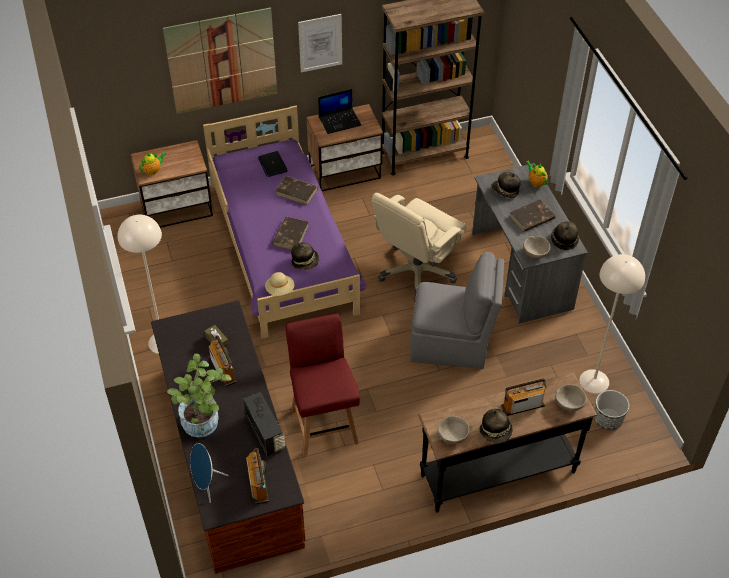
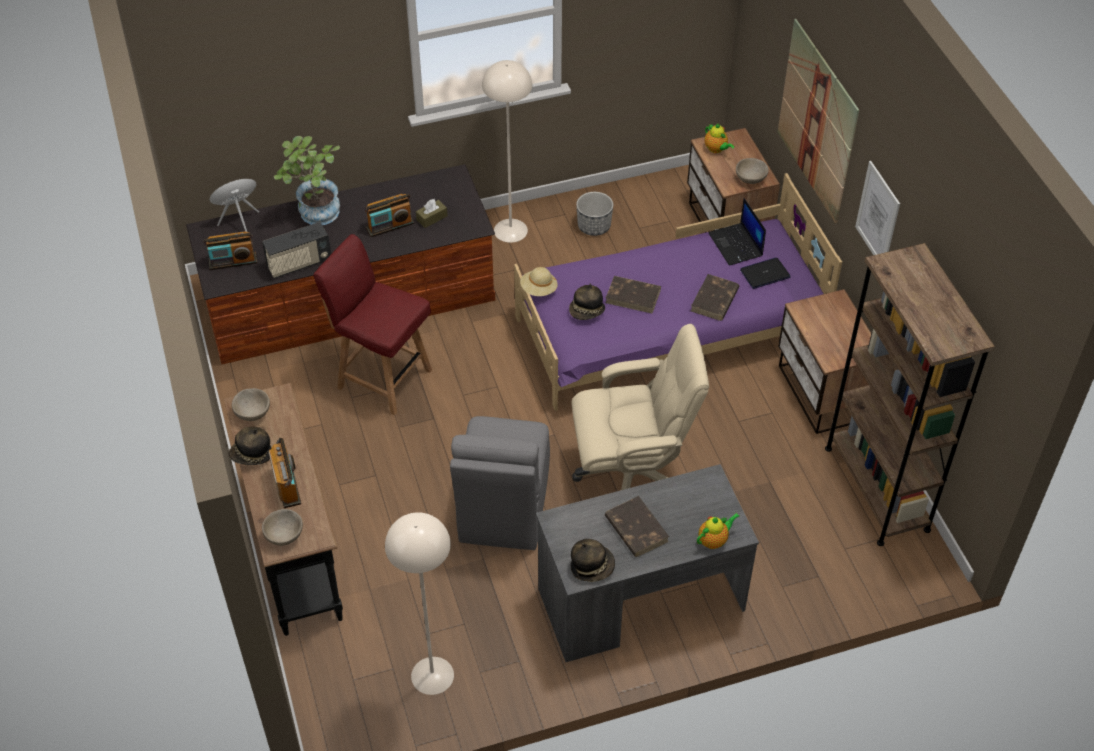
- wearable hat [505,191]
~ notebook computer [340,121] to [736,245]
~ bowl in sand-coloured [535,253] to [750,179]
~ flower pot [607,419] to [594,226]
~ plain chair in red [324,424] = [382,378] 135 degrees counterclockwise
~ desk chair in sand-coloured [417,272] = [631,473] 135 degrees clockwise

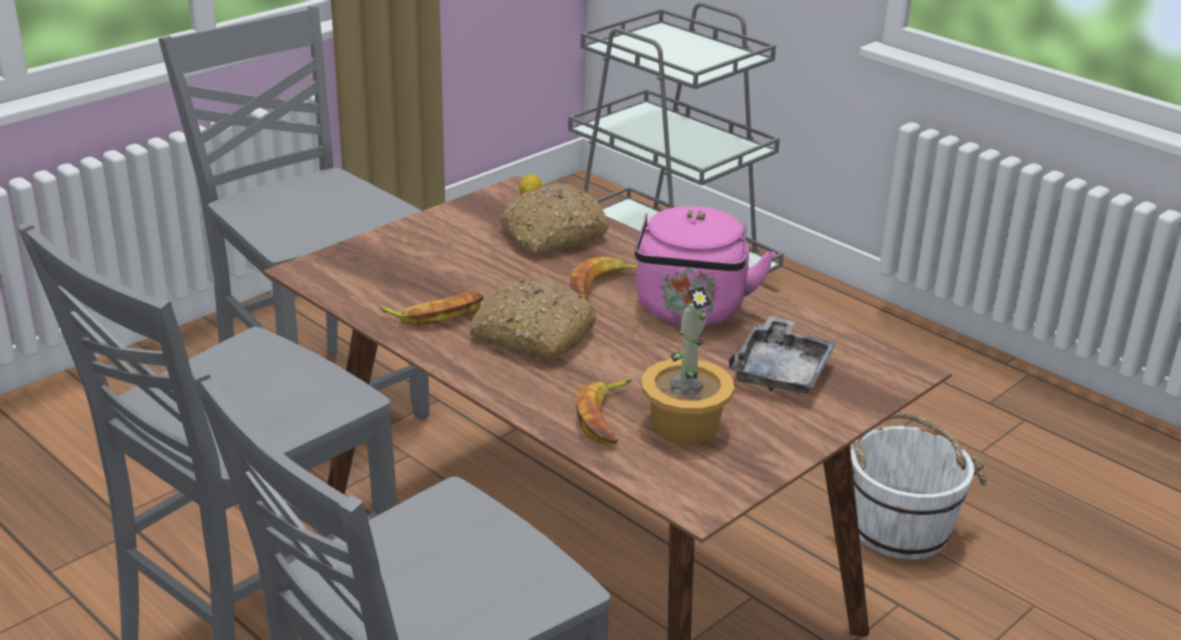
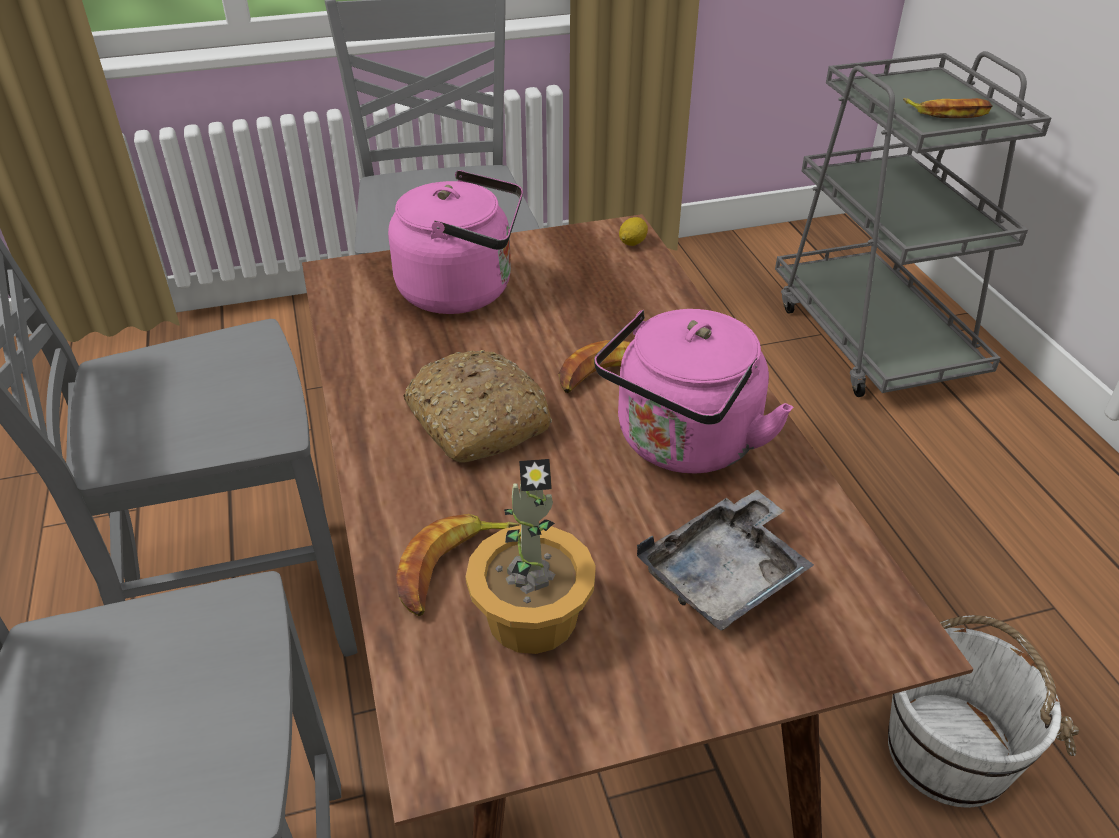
- bakery bread [553,235]
+ tea kettle in pinkish [463,291]
~ banana fruit [436,314] to [948,113]

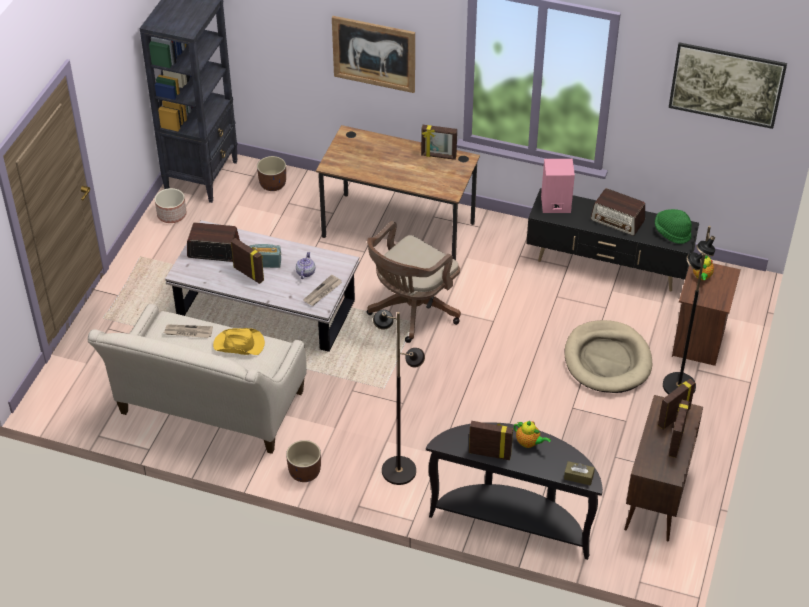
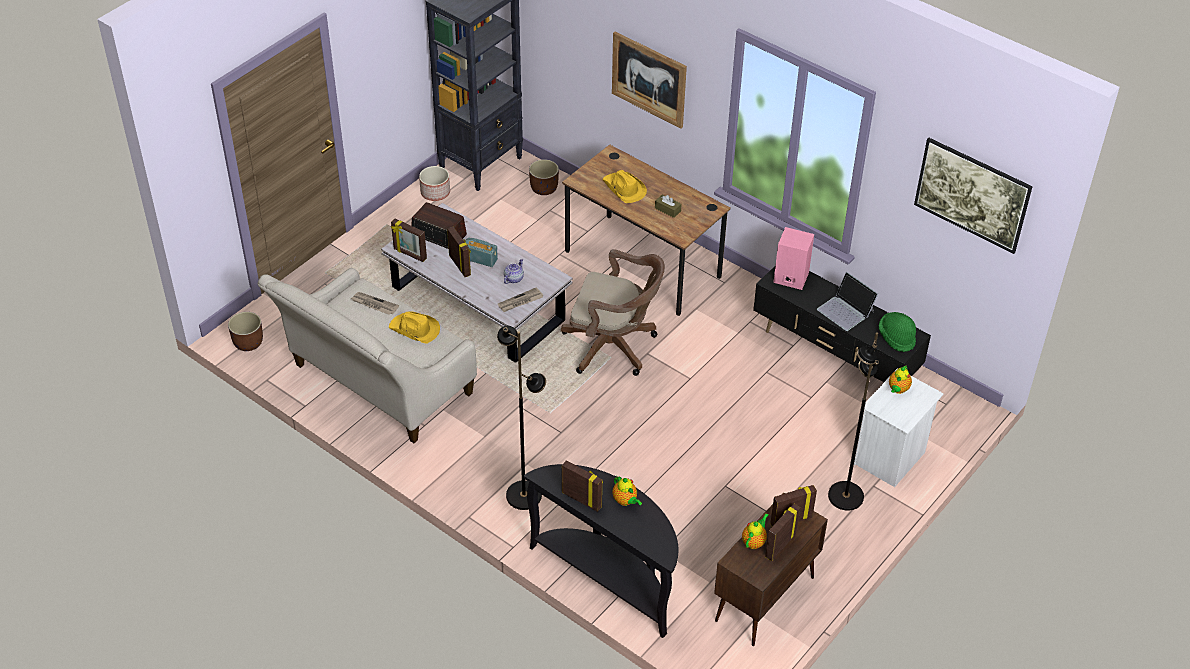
- pet bed in sand-coloured [607,360]
+ wearable hat in yellowish [624,189]
+ pot for tea [754,541]
~ flower pot in brown-coloured [304,472] to [248,342]
~ standing frame [438,156] to [409,254]
~ box of tissues in brown-coloured [578,477] to [667,210]
~ radio [617,220] to notebook computer [846,310]
~ bedside table in brown-coloured [700,342] to bedside table in whitish [891,459]
~ desk chair in brown-coloured [411,311] = [614,346] 135 degrees counterclockwise

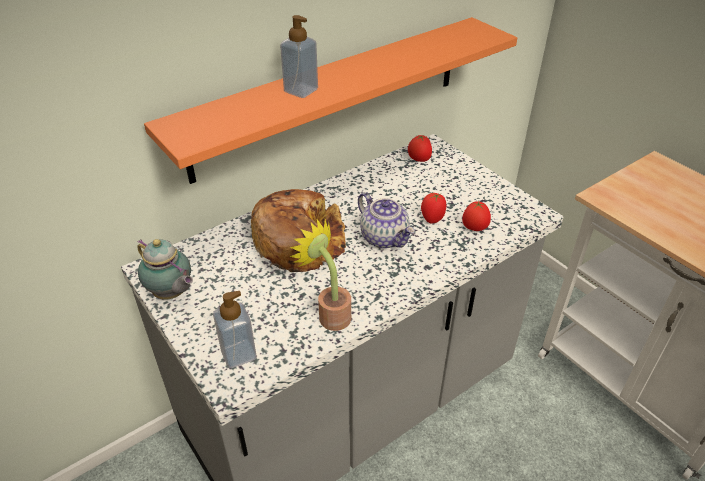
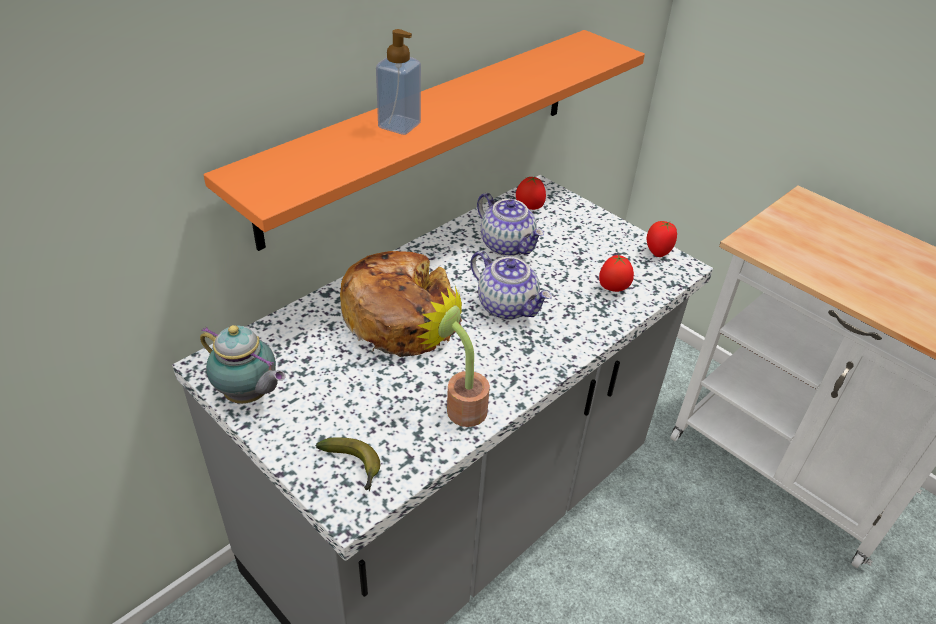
+ pot for tea [508,245]
~ whole tomato [432,219] to [657,252]
~ soap bottle [238,354] to banana fruit [354,467]

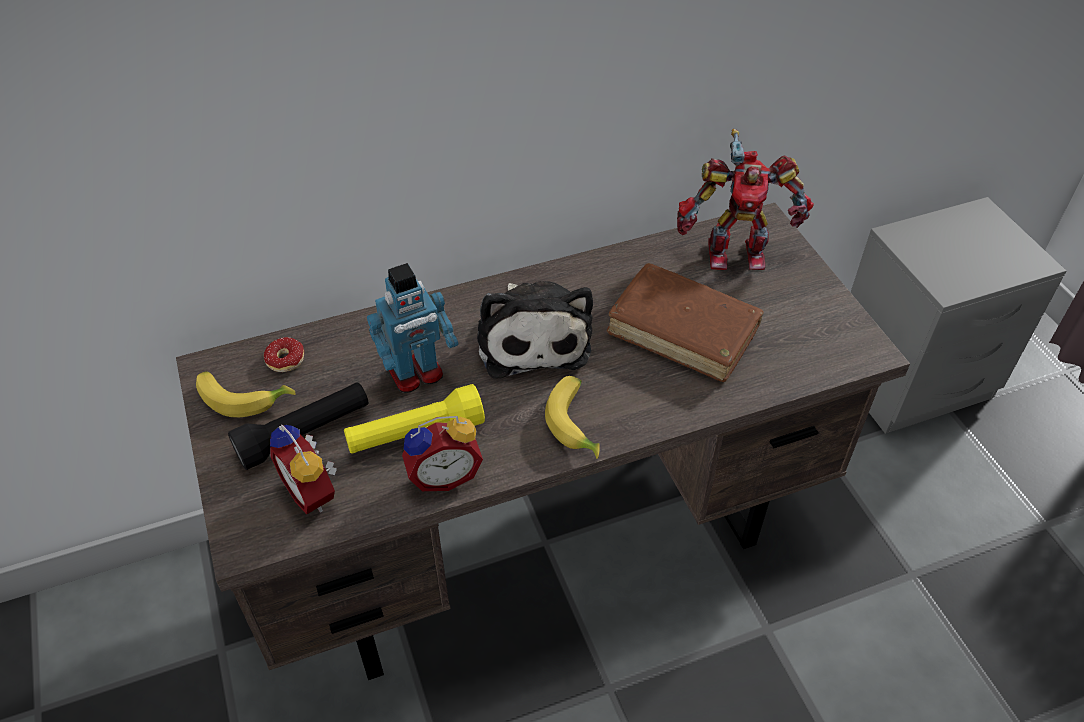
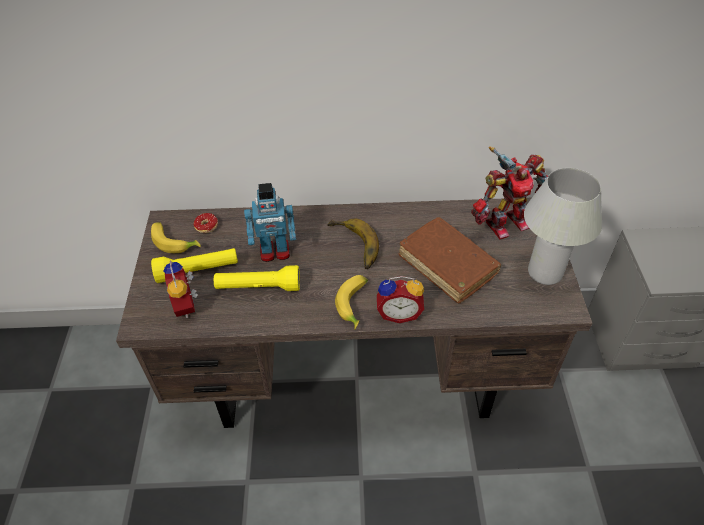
+ table lamp in whitish [544,273]
~ table clock [443,474] to [399,313]
~ soft toy [532,337] to banana fruit [352,247]
~ flashlight in black [305,434] to flashlight in yellowish [198,271]
~ toy robot [734,252] = [504,223] 45 degrees counterclockwise

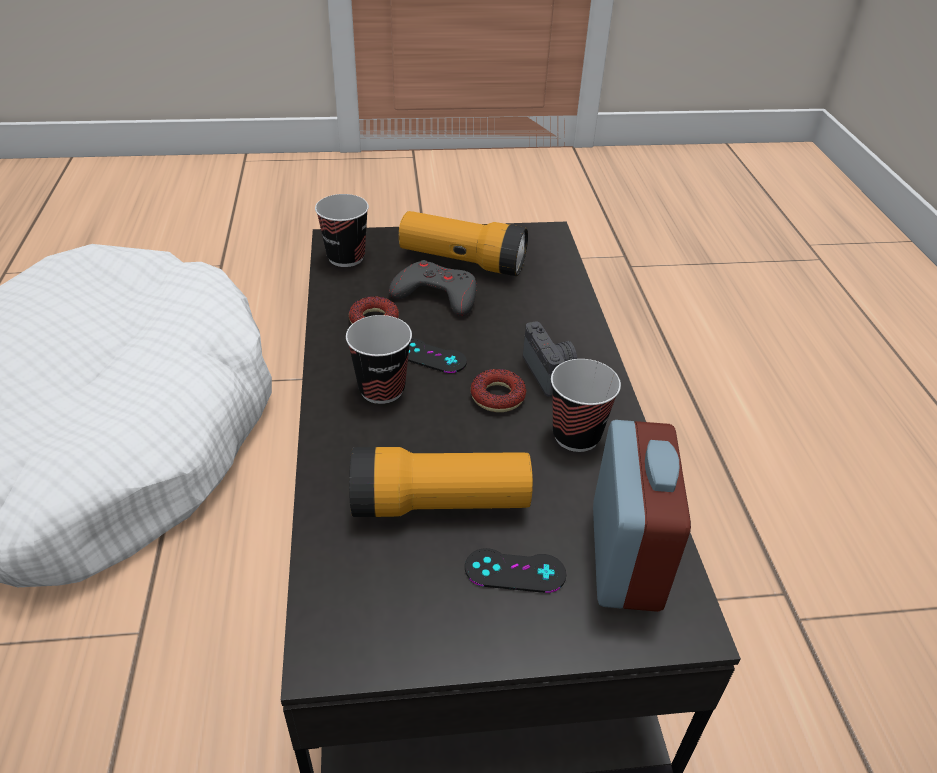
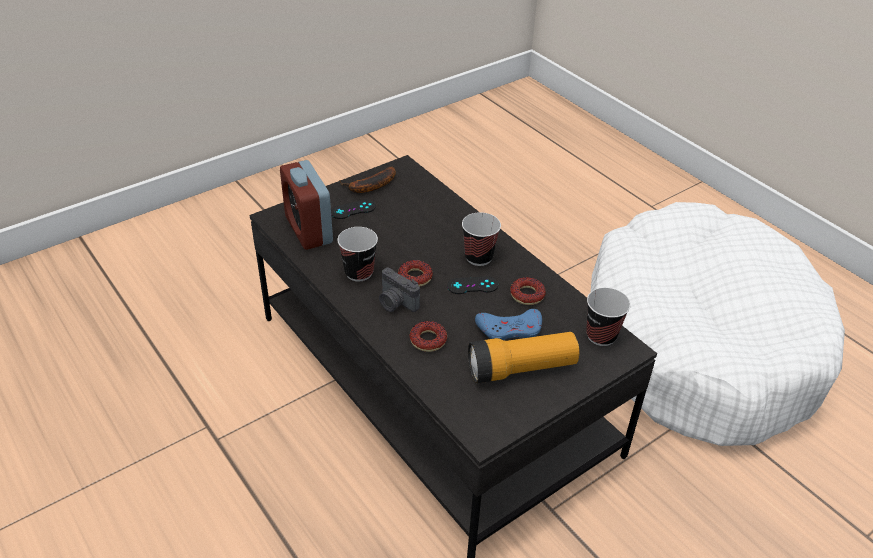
- flashlight [440,503]
+ banana fruit [370,186]
+ doughnut [428,340]
~ joypad in grey [436,295] to joypad in blue-coloured [510,330]

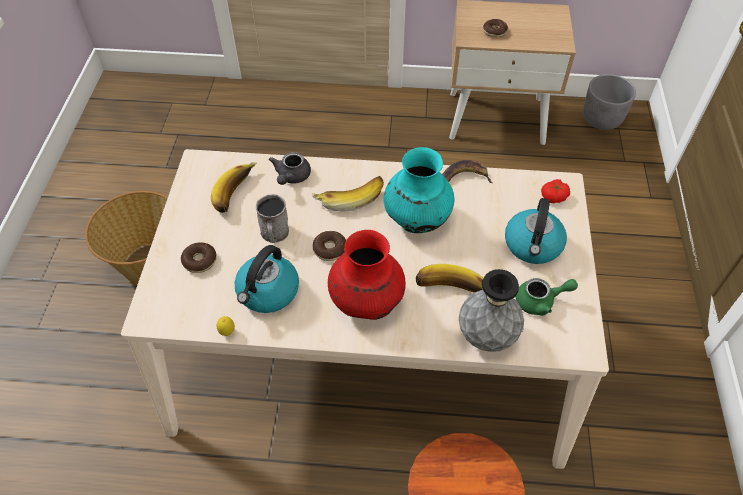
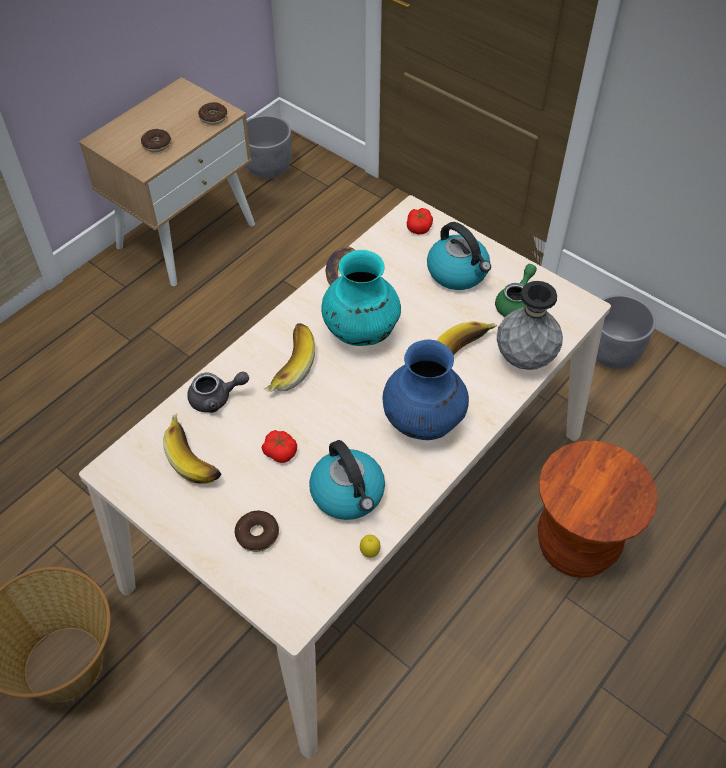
+ flower pot in grey [613,352]
~ doughnut [330,249] to [213,117]
~ mug in grey [274,234] to whole tomato [280,451]
~ decorative vase in red [366,302] to decorative vase in blue-coloured [423,422]
~ pot for tea in grey [291,177] = [216,398] 60 degrees counterclockwise

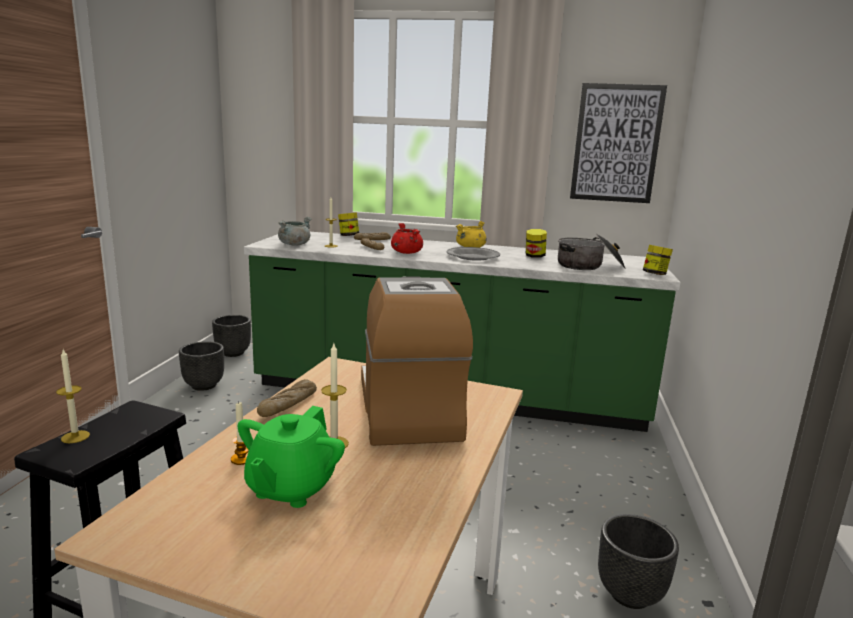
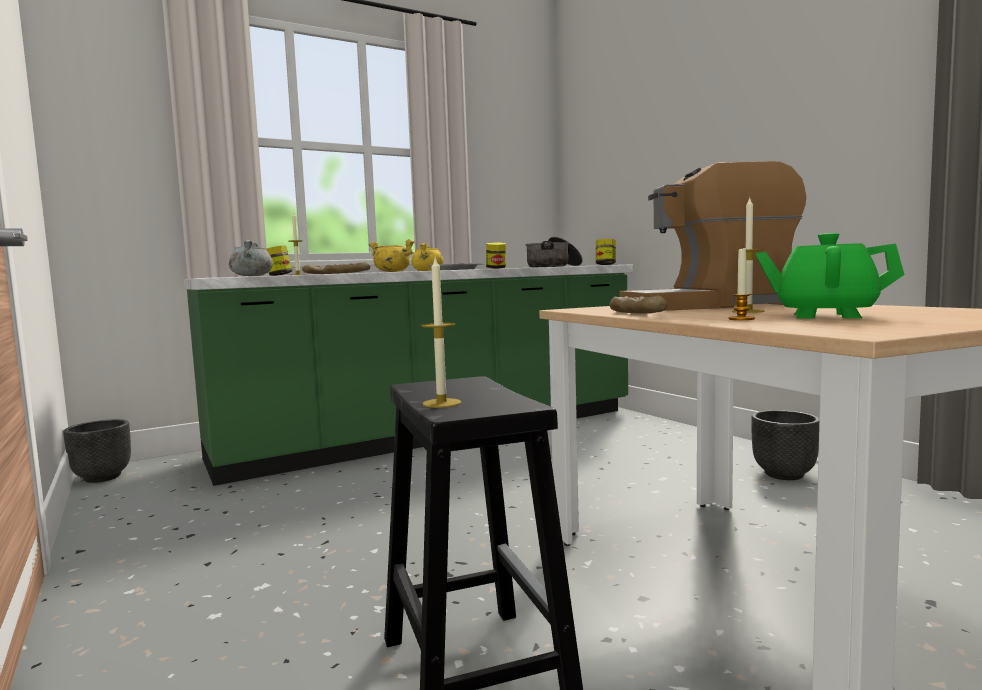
- flower pot in black [204,385]
- picture [616,144]
~ stockpot in red [406,252] to stockpot in yellowish [391,271]
~ pot for tea in green [290,488] = [825,316] 135 degrees clockwise
~ coffee machine [408,409] = [708,305] 45 degrees counterclockwise

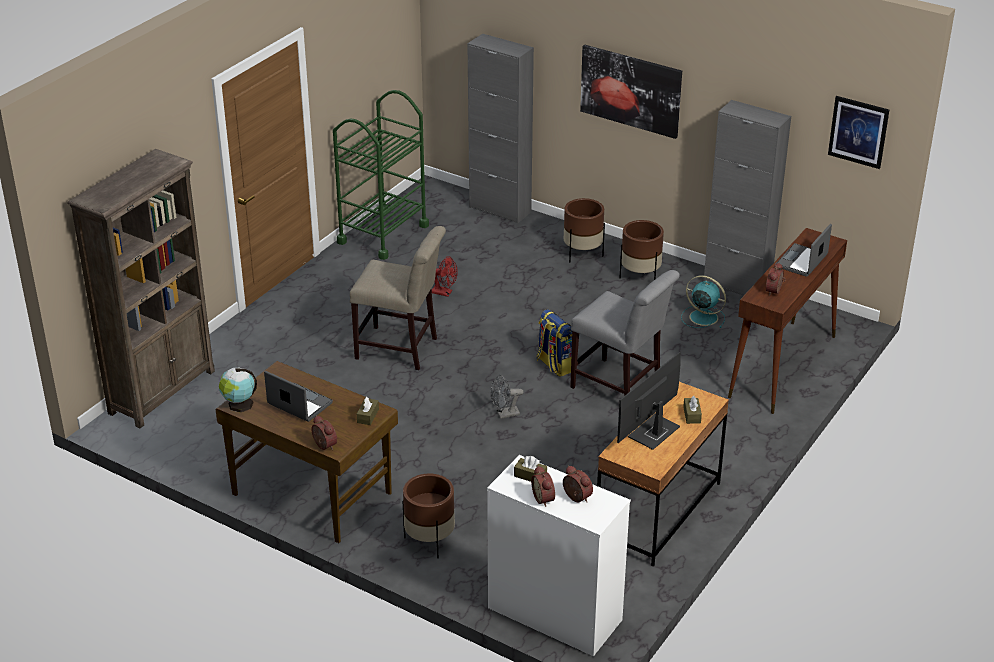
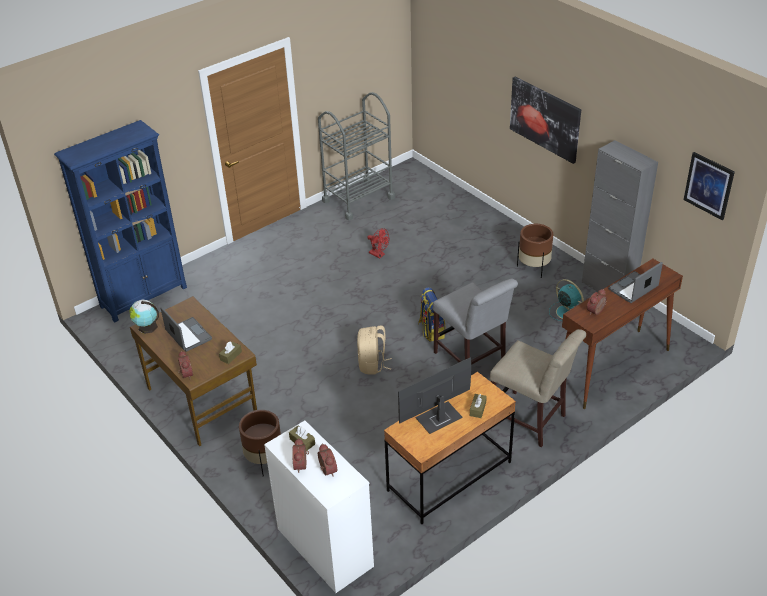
- cabinet in grey [500,210]
- flower pot in brown-coloured [582,254]
~ plain chair in sand-coloured [401,349] to [531,421]
~ cooling fan in grey [504,414] to rucksack in sand-coloured [372,365]
~ bookshelf in brown-coloured [162,391] to bookshelf in blue-coloured [144,296]
~ trolley in green [383,234] to trolley in grey [358,199]

